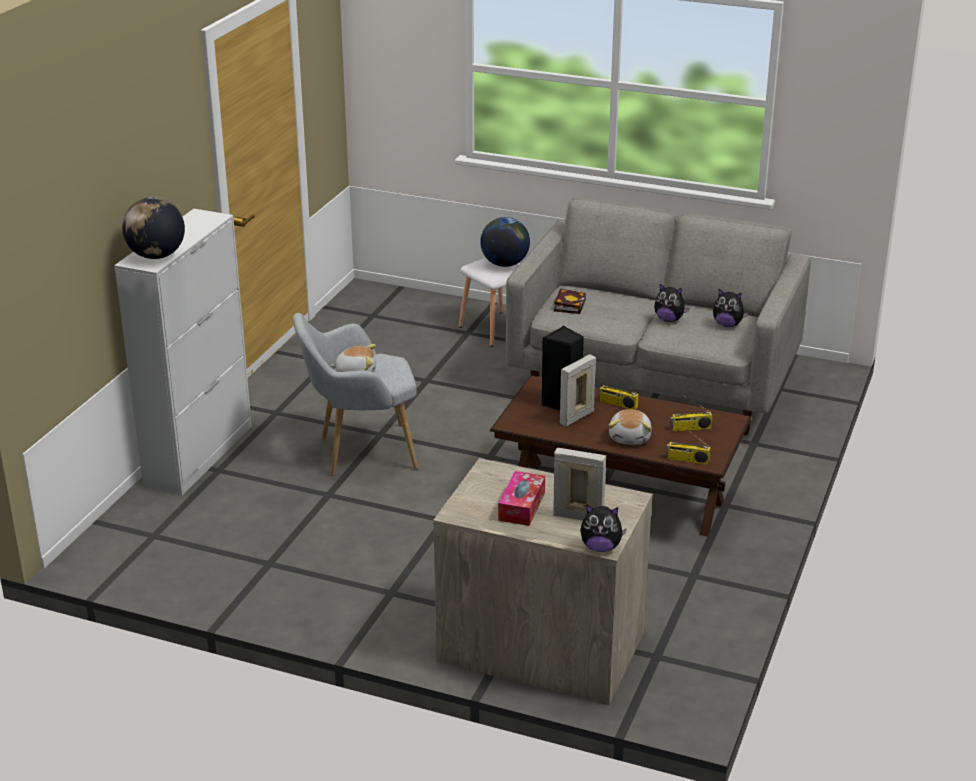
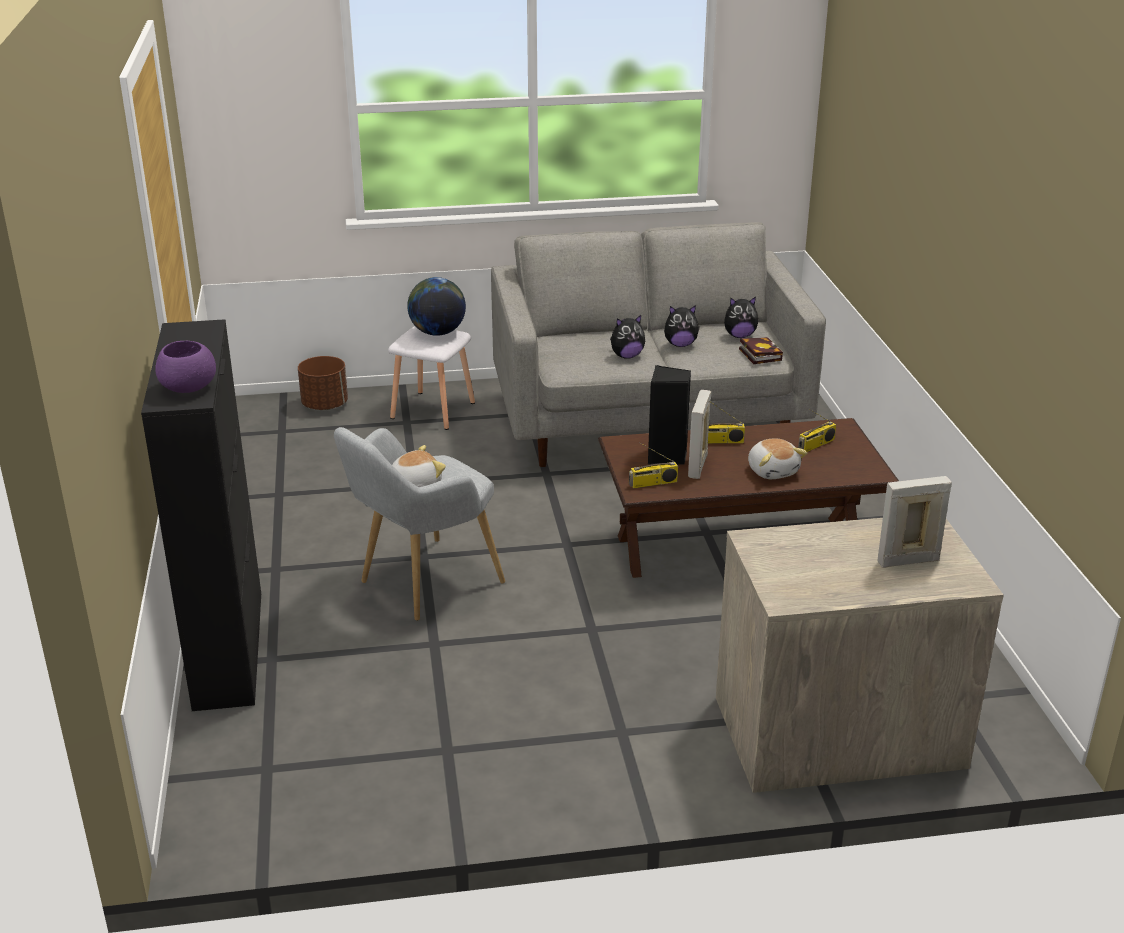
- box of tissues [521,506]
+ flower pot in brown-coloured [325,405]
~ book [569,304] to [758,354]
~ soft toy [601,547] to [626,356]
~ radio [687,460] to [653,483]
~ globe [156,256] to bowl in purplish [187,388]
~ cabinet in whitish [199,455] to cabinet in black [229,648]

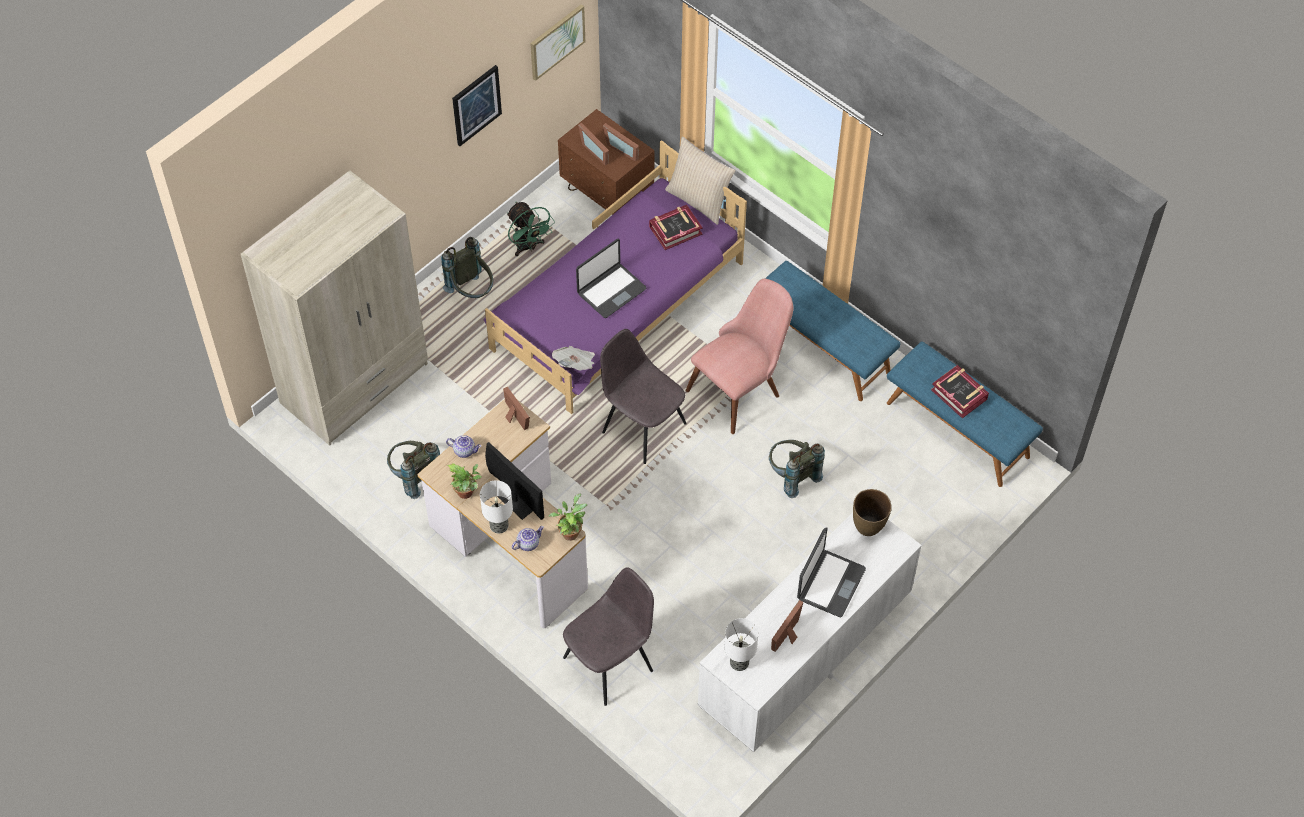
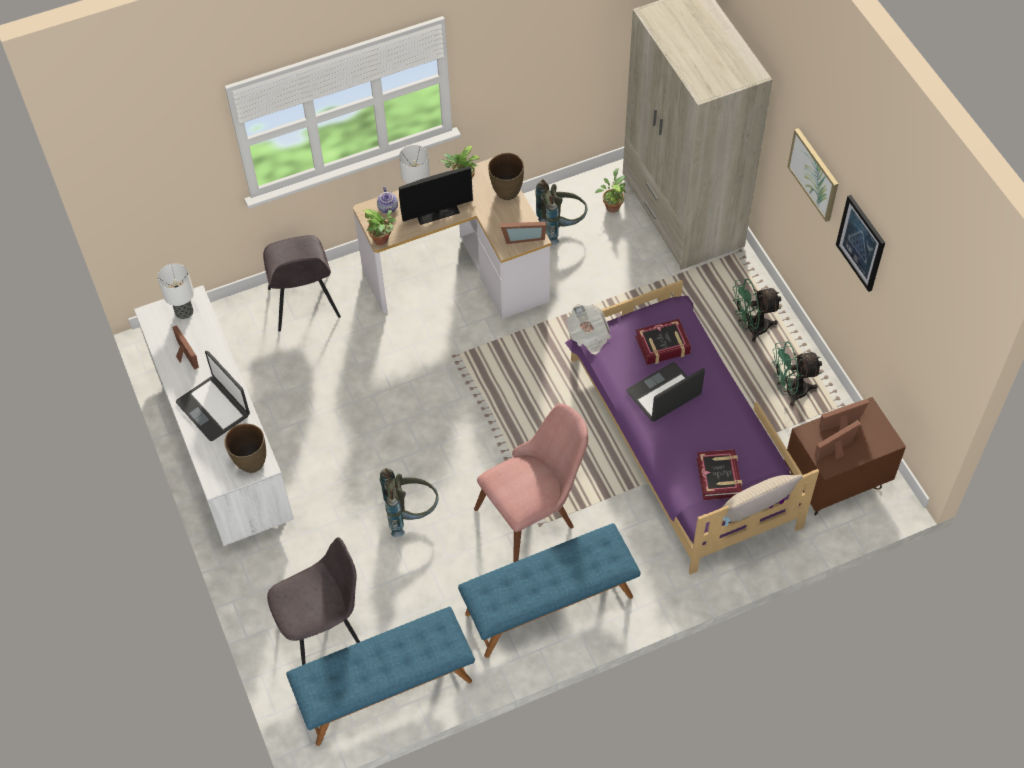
+ potted plant [612,206]
~ picture [556,41] to [814,174]
~ plain chair in grey [642,426] to [323,630]
~ book [959,394] to [662,345]
~ rucksack in grey [472,292] to cooling fan in green [751,327]
~ pot for tea [465,450] to decorative vase in brown-coloured [507,193]
~ notebook computer [611,291] = [664,394] 75 degrees clockwise
~ plain chair in pinkish [741,387] = [534,511] 105 degrees counterclockwise

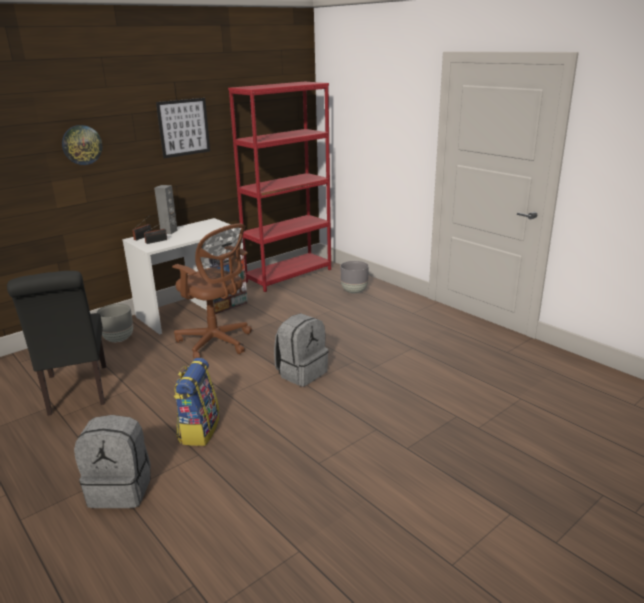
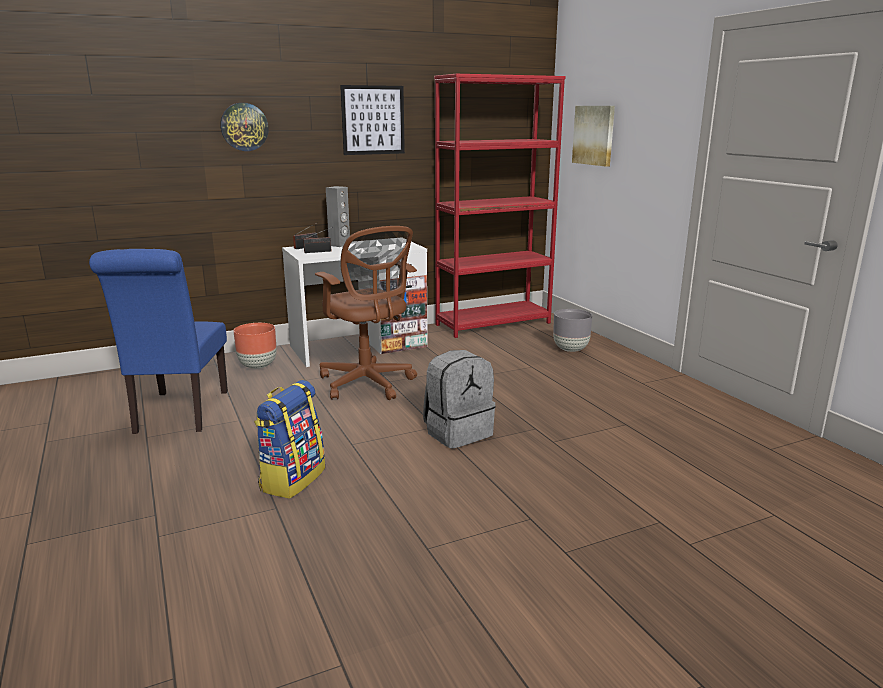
- rucksack in grey [121,489]
+ picture [594,135]
~ plain chair in black [77,392] to plain chair in blue-coloured [179,414]
~ flower pot in grey [118,339] to flower pot in brown-coloured [258,366]

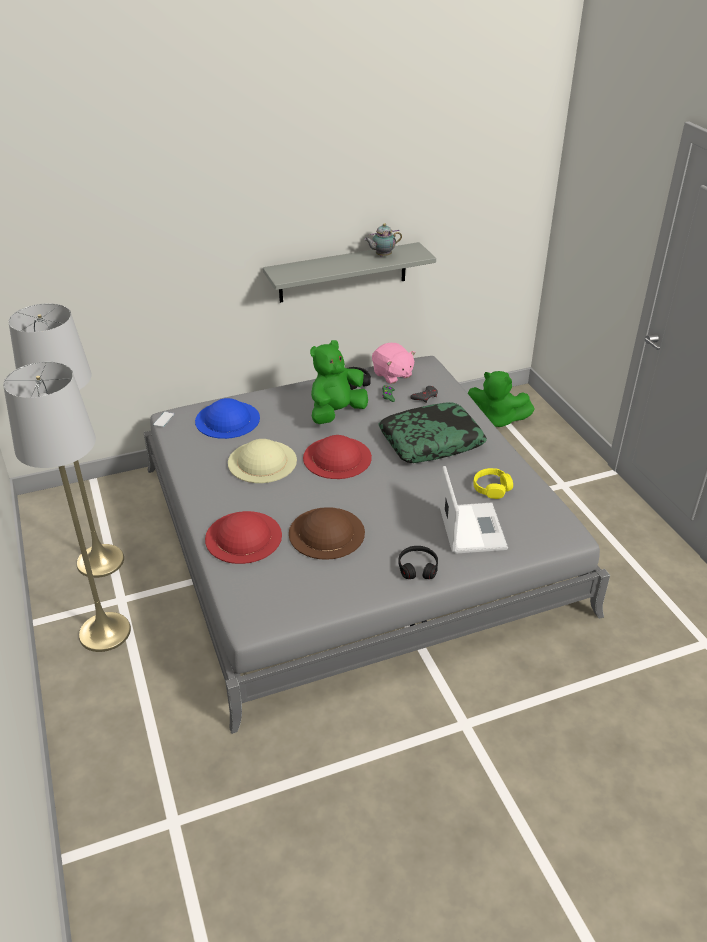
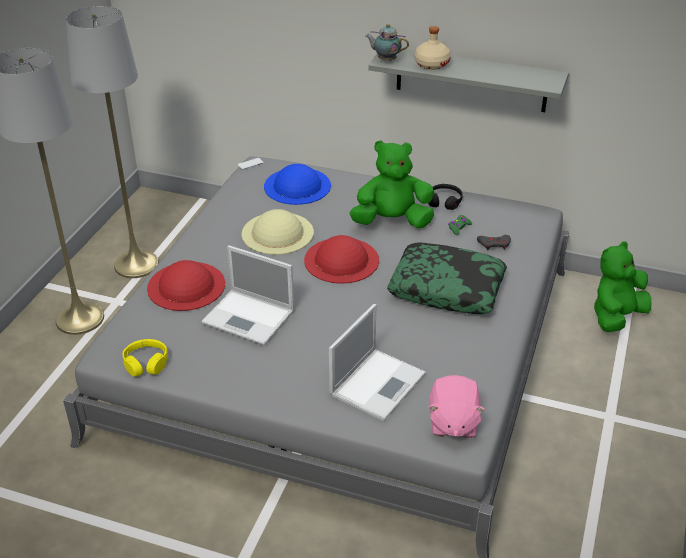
- pair of headphones in black [417,567]
+ beverage bottle in sand-coloured [431,64]
~ pot for tea [382,256] to [385,60]
~ soft toy in pinkish [392,375] to [452,422]
~ pair of headphones in yellowish [492,488] to [146,363]
~ wearable hat in brown-coloured [326,533] to notebook computer [250,317]
~ soft toy in green [496,420] = [616,317] 75 degrees clockwise

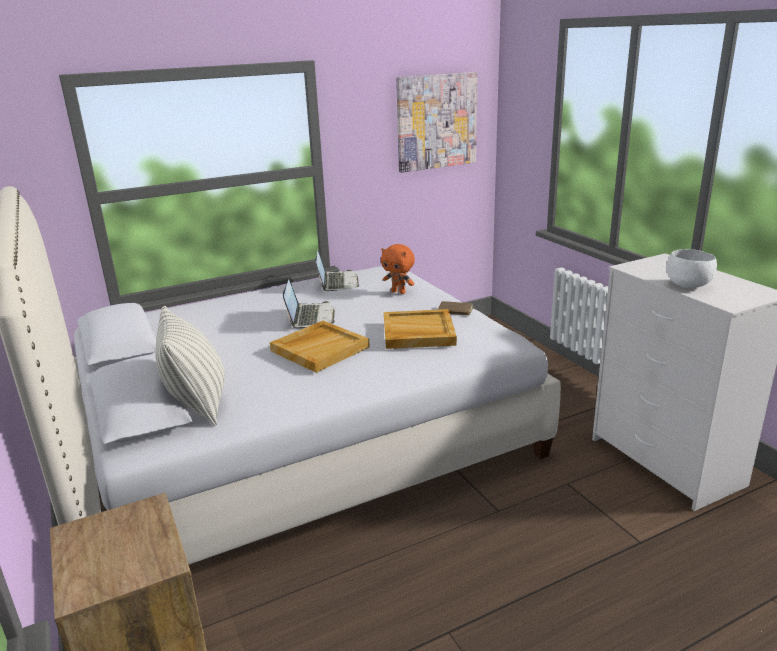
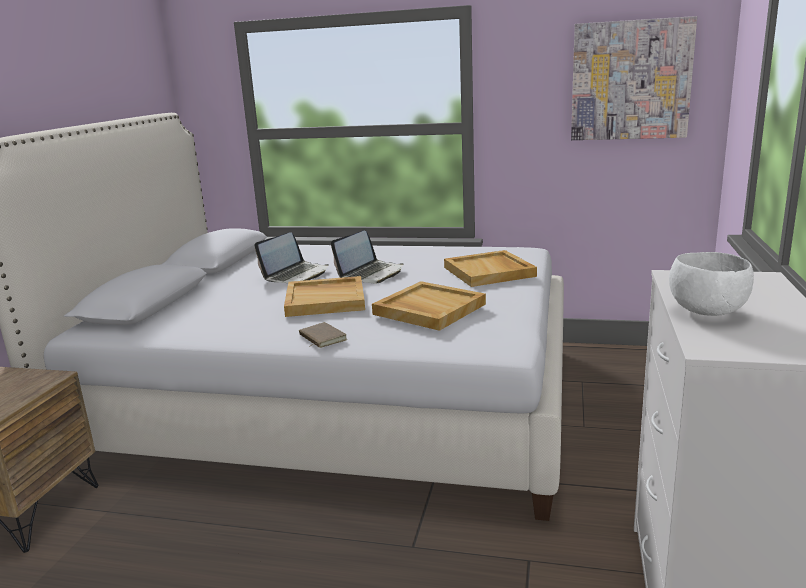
- throw pillow [197,403]
~ notebook computer [337,282] to [296,275]
~ book in brown-coloured [455,311] to [321,338]
~ soft toy in orange [399,292] to serving tray in sand-coloured [490,272]

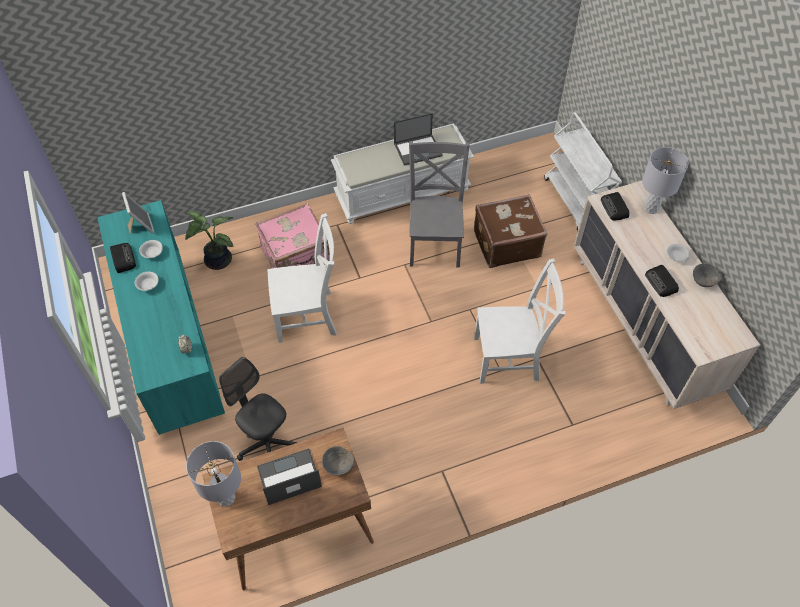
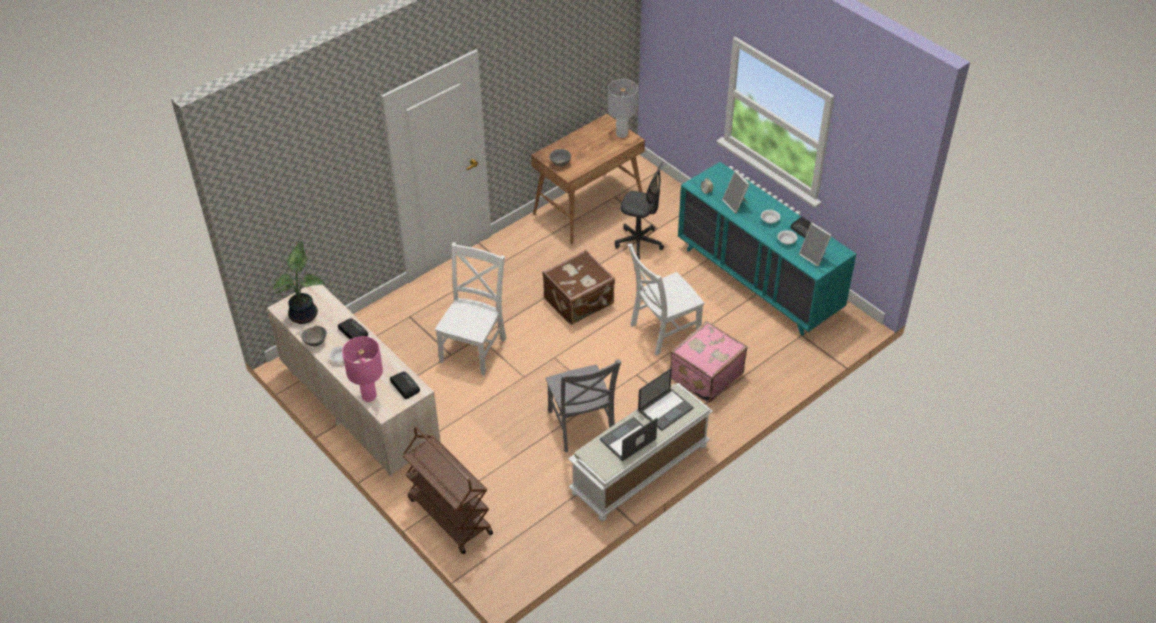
+ standing frame [736,204]
~ potted plant [216,261] to [305,314]
~ notebook computer [288,477] to [666,409]
~ suitcase in brown-coloured [506,243] to [579,302]
~ trolley in whitish [576,202] to trolley in brown-coloured [449,516]
~ table lamp in grey [651,208] to table lamp in pinkish [369,396]
~ plain chair in whitish [509,358] = [474,348] 135 degrees clockwise

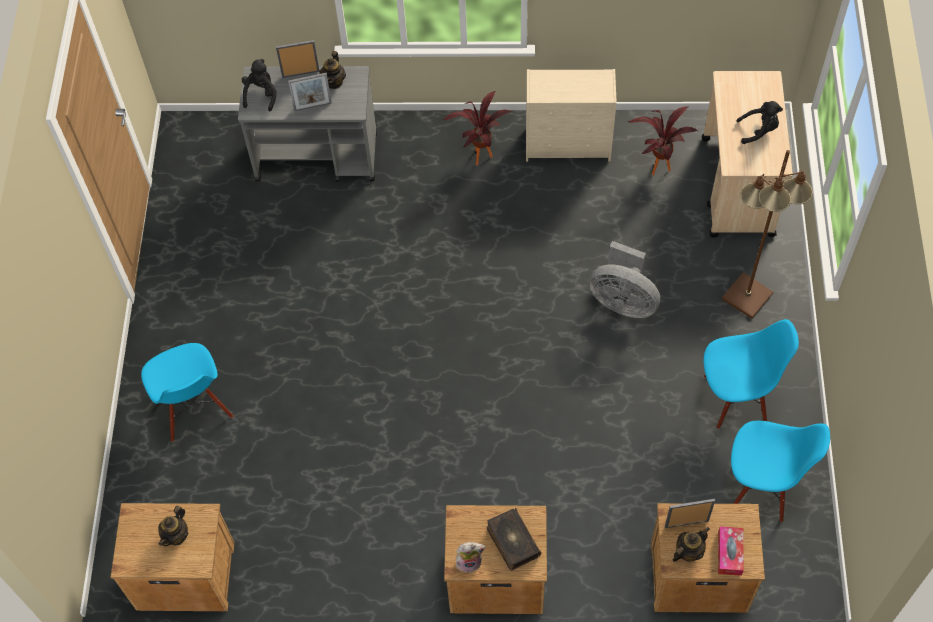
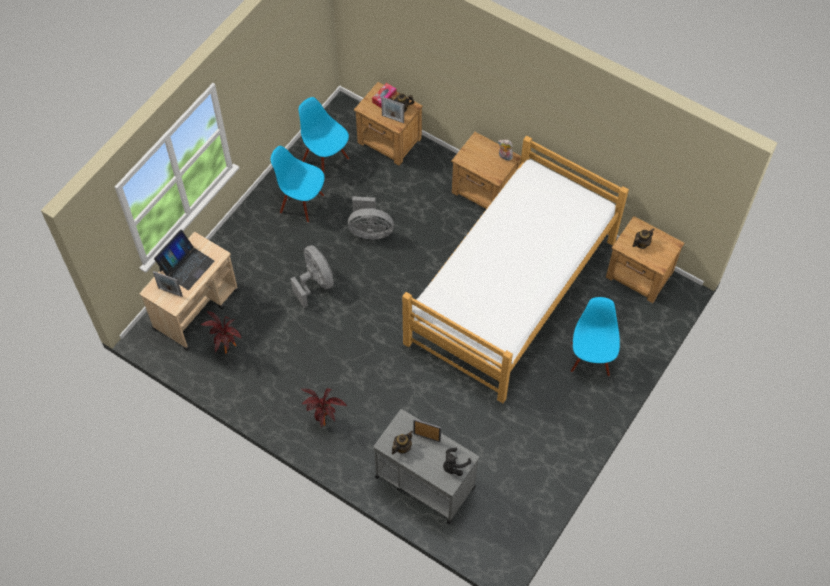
- book [512,542]
- dresser in sand-coloured [569,145]
- standing lamp in brown-coloured [746,296]
+ cooling fan in grey [370,231]
+ sleeping bed [512,291]
~ standing frame [300,73] to [170,292]
~ soft toy in black [759,130] to notebook computer [186,266]

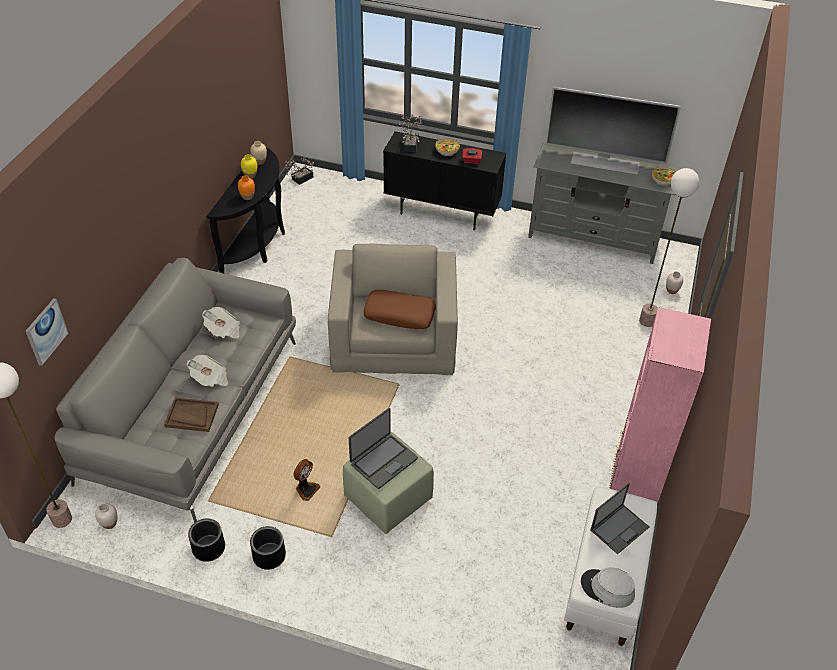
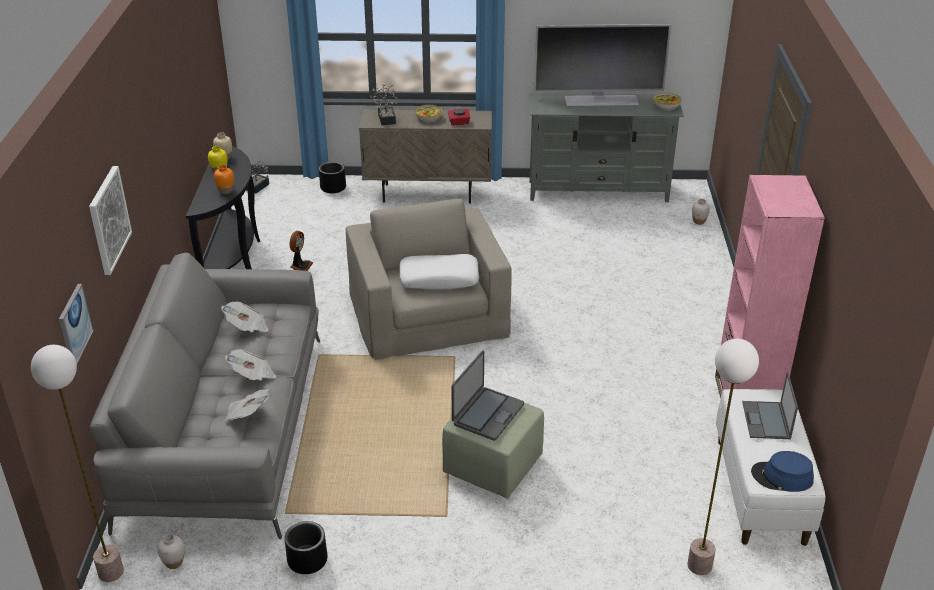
+ picture [108,220]
~ flower pot in black [269,556] to [333,188]
~ cooling fan [306,489] to [300,266]
~ standing lamp [647,321] to [700,566]
~ serving tray in brown-coloured [191,416] to printed paper [247,414]
~ throw pillow in brown-coloured [400,314] to throw pillow in whitish [439,279]
~ cabinet in black [442,213] to cabinet in sand-coloured [428,194]
~ wearable hat in grey [607,589] to wearable hat in blue-coloured [782,477]
~ notebook computer [619,528] = [766,421] 150 degrees clockwise

